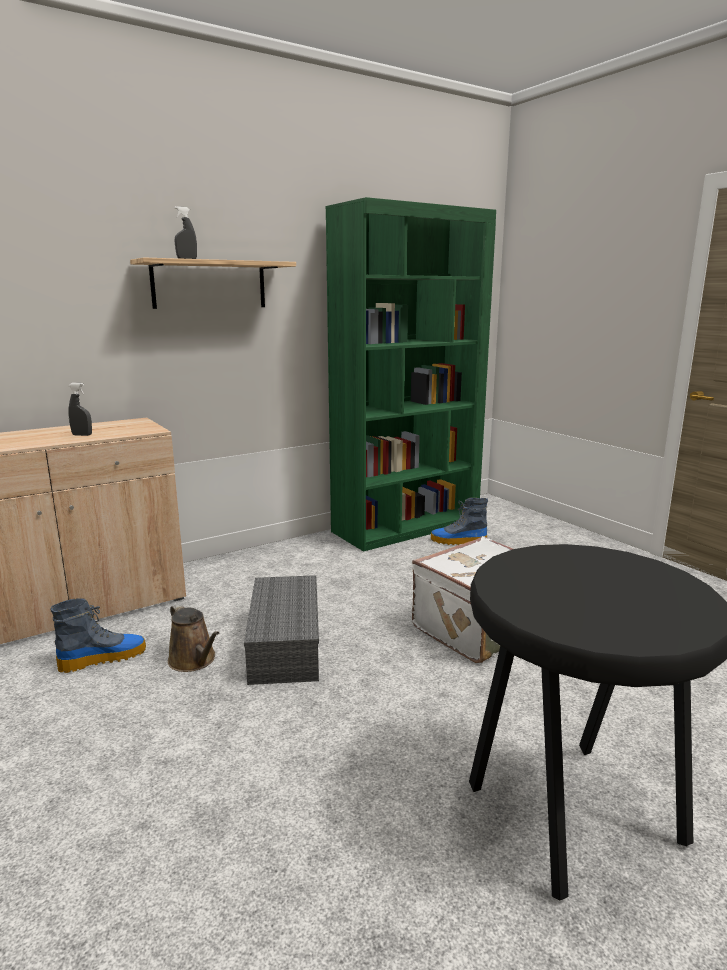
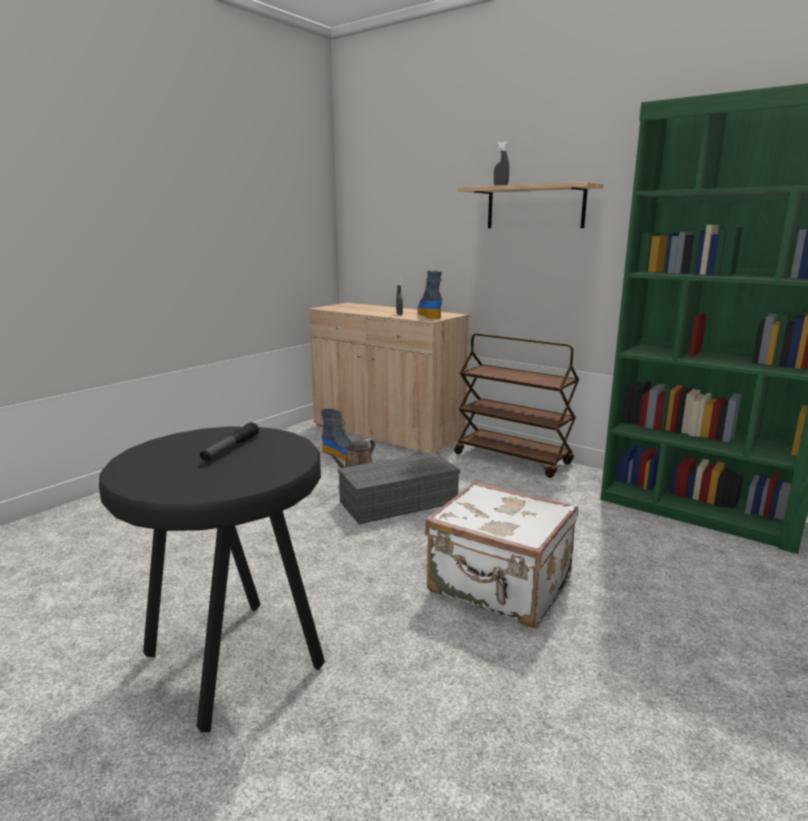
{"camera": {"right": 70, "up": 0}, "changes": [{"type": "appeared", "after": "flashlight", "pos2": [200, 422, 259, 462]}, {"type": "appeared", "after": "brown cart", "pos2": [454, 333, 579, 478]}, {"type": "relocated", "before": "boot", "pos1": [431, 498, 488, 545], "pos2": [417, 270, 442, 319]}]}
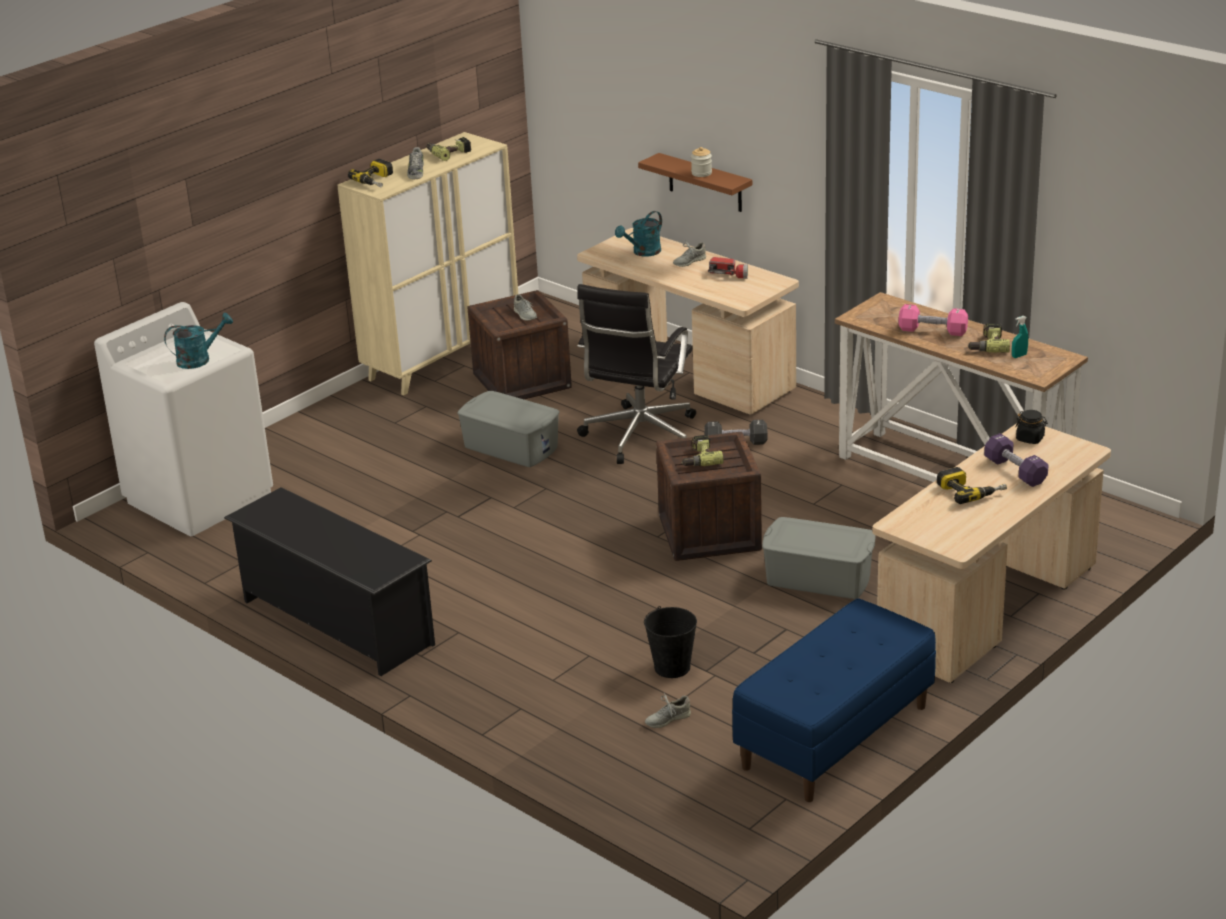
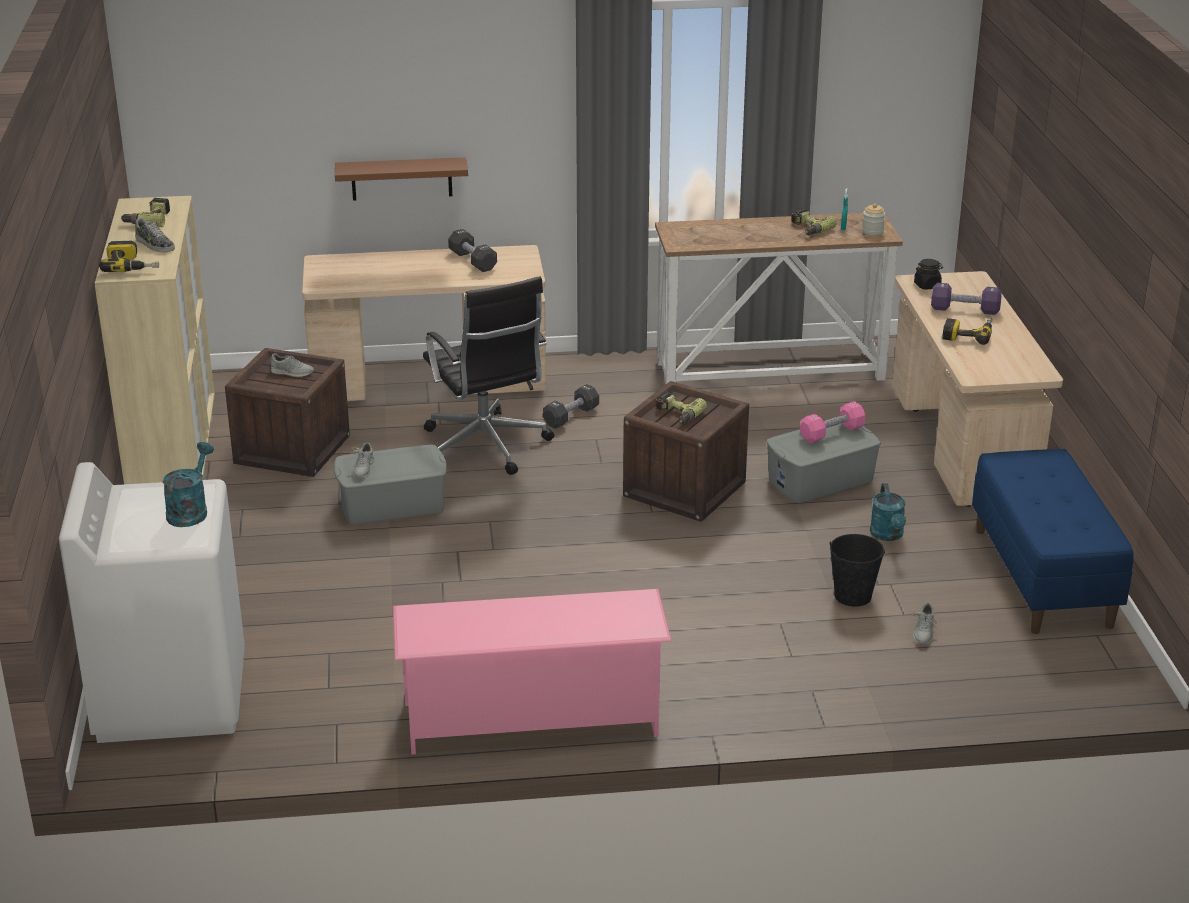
{"camera": {"right": -50, "up": 0}, "changes": [{"type": "relocated", "before": "blue-green watering can", "pos1": [615, 211, 662, 257], "pos2": [870, 483, 906, 541]}, {"type": "relocated", "before": "grey item of footwear", "pos1": [673, 240, 706, 267], "pos2": [351, 442, 374, 478]}, {"type": "relocated", "before": "jar", "pos1": [691, 147, 712, 177], "pos2": [862, 204, 885, 235]}, {"type": "relocated", "before": "pinkish free weight", "pos1": [898, 304, 968, 336], "pos2": [800, 401, 866, 443]}, {"type": "exchanged", "before": "flashlight", "after": "black-coloured free weight", "pos1": [708, 257, 748, 279], "pos2": [448, 229, 497, 272]}, {"type": "colour", "before": "black-coloured shoe shelf", "after": "pinkish shoe shelf", "pos1": [224, 487, 435, 676], "pos2": [393, 589, 672, 755]}]}
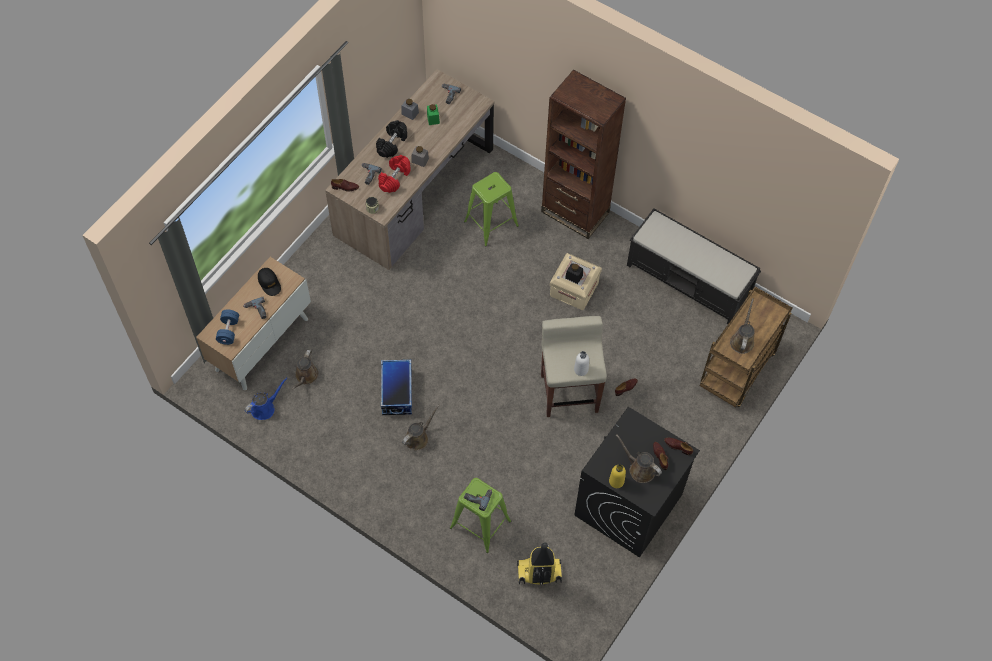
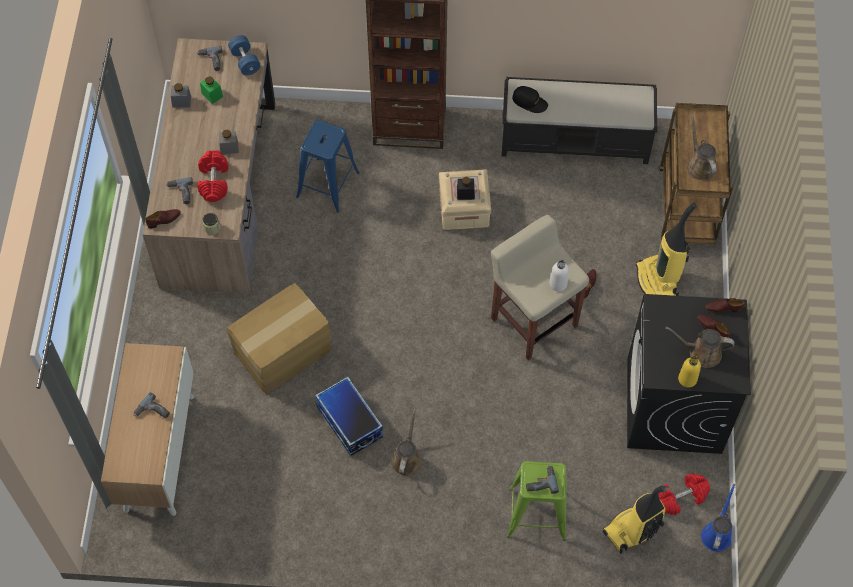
{"camera": {"right": -30, "up": 0}, "changes": [{"type": "missing", "before": "brown watering can", "pos1": [292, 350, 319, 390]}, {"type": "missing", "before": "black-coloured free weight", "pos1": [376, 120, 407, 158]}, {"type": "appeared", "after": "cardboard box", "pos2": [227, 283, 332, 394]}, {"type": "appeared", "after": "vacuum cleaner", "pos2": [636, 203, 697, 296]}, {"type": "appeared", "after": "red free weight", "pos2": [659, 474, 710, 515]}, {"type": "relocated", "before": "blue free weight", "pos1": [216, 310, 239, 345], "pos2": [228, 35, 260, 75]}, {"type": "relocated", "before": "blue watering can", "pos1": [245, 378, 287, 420], "pos2": [701, 484, 735, 552]}, {"type": "relocated", "before": "black-coloured peaked cap", "pos1": [258, 268, 281, 296], "pos2": [512, 86, 548, 113]}, {"type": "colour", "before": "green stool seat", "after": "blue stool seat", "pos1": [464, 172, 519, 247], "pos2": [296, 120, 360, 213]}]}
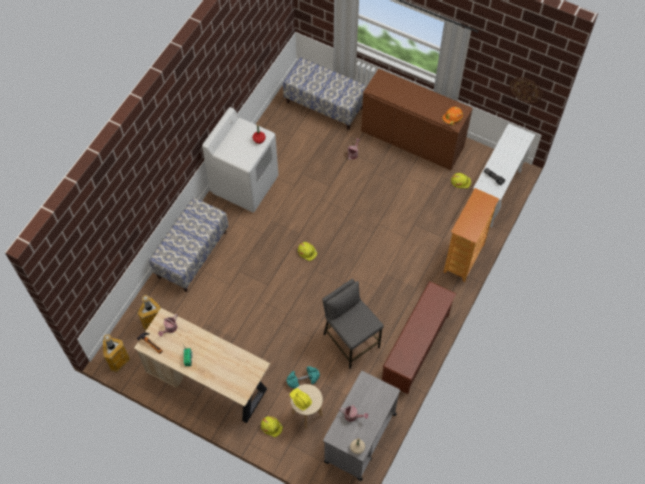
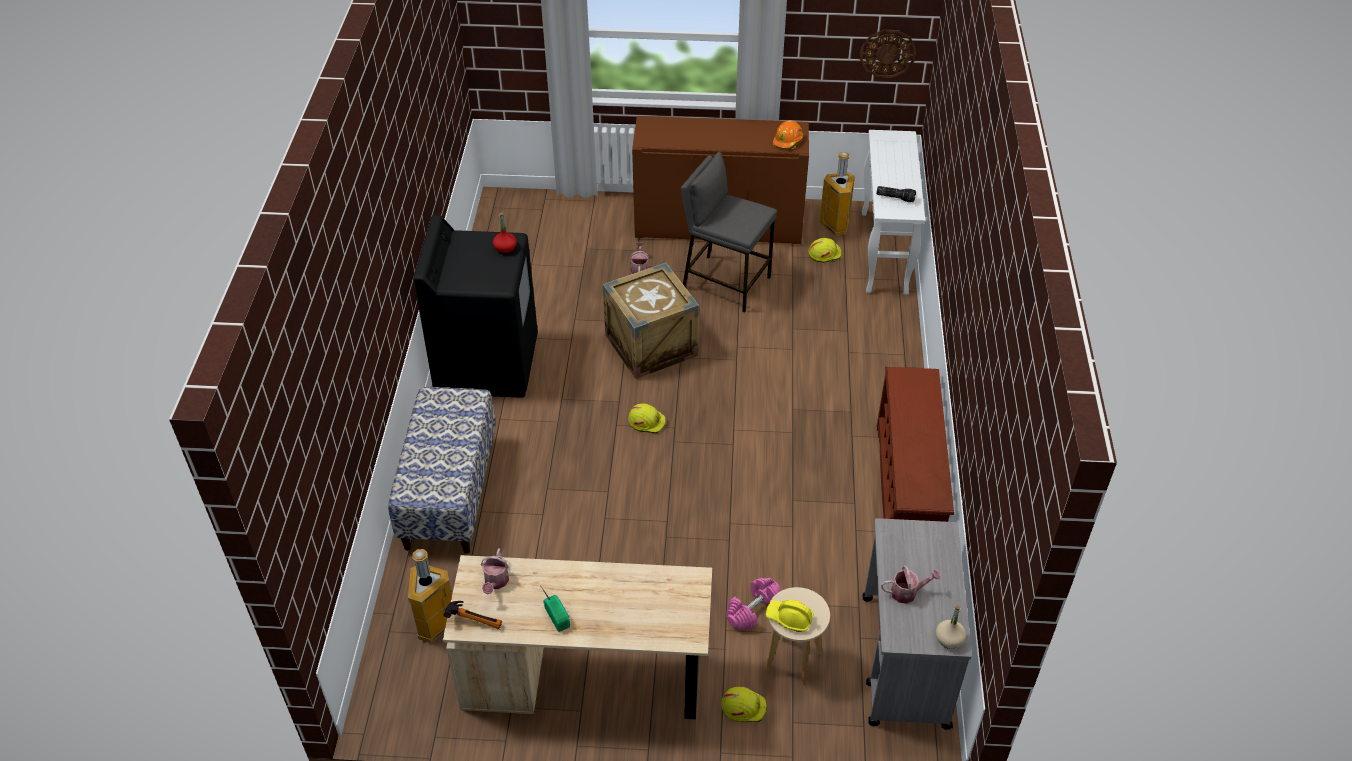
{"camera": {"right": -25, "up": -15}, "changes": [{"type": "missing", "before": "indoor bench", "pos1": [283, 57, 367, 130]}, {"type": "missing", "before": "bookcase", "pos1": [443, 188, 499, 282]}, {"type": "appeared", "after": "packing crate", "pos2": [603, 263, 699, 379]}, {"type": "relocated", "before": "trash can", "pos1": [103, 334, 130, 373], "pos2": [820, 152, 855, 236]}, {"type": "relocated", "before": "grey stool seat", "pos1": [322, 279, 384, 369], "pos2": [681, 152, 777, 313]}, {"type": "colour", "before": "white-coloured washing machine", "after": "black-coloured washing machine", "pos1": [202, 107, 278, 212], "pos2": [413, 215, 538, 398]}, {"type": "colour", "before": "blue-green free weight", "after": "pinkish free weight", "pos1": [286, 366, 320, 389], "pos2": [726, 578, 781, 630]}]}
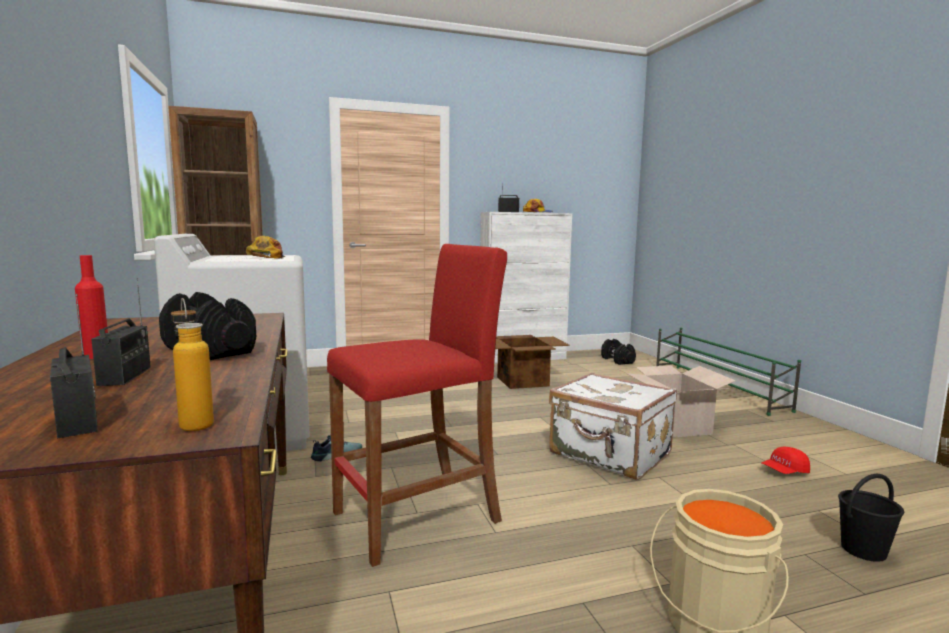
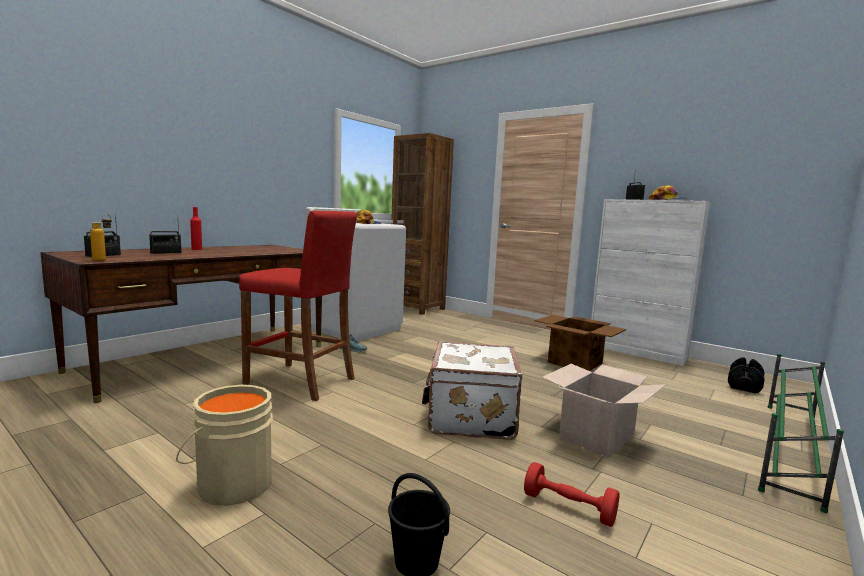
{"camera": {"right": 55, "up": 0}, "changes": [{"type": "missing", "before": "black-coloured free weight", "pos1": [159, 292, 256, 360]}, {"type": "exchanged", "before": "red peaked cap", "after": "red free weight", "pos1": [762, 447, 810, 474], "pos2": [524, 462, 619, 527]}]}
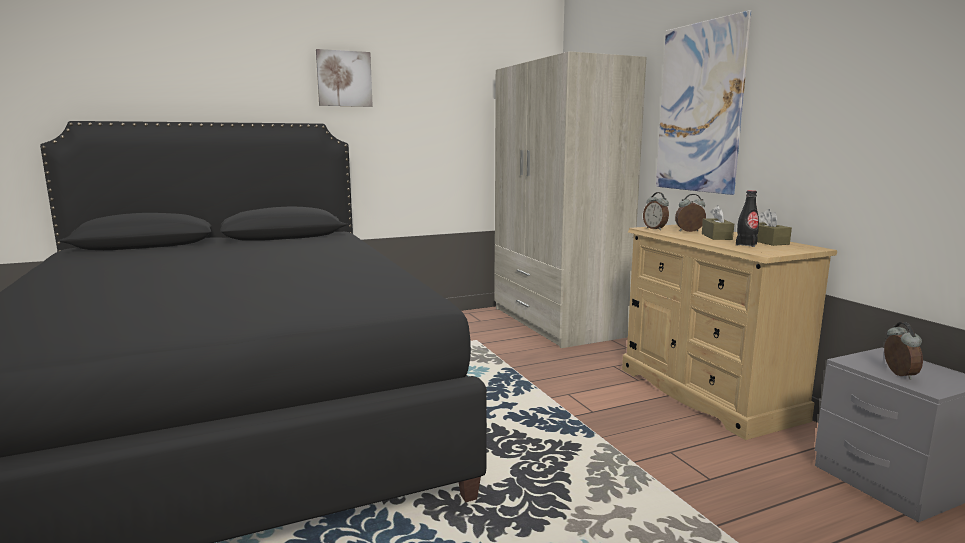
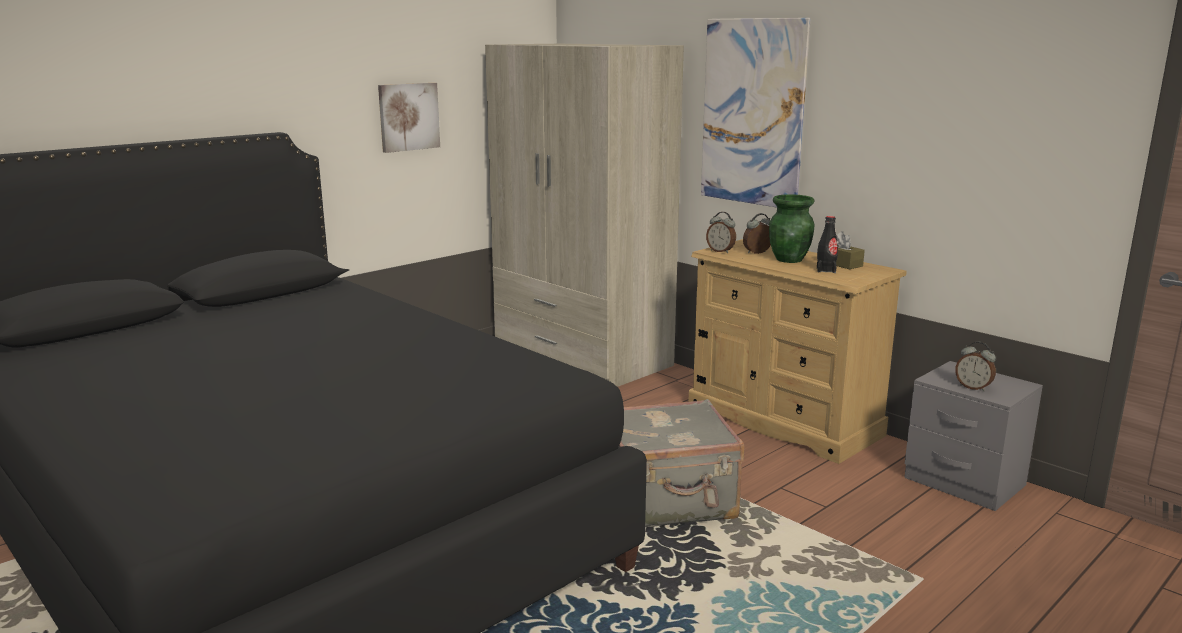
{"camera": {"right": -20, "up": 5}, "changes": [{"type": "appeared", "after": "grey suitcase", "pos2": [618, 399, 745, 527]}, {"type": "relocated", "before": "wall picture", "pos1": [316, 49, 373, 107], "pos2": [378, 83, 440, 153]}, {"type": "exchanged", "before": "brown box of tissues", "after": "green flower vase", "pos1": [702, 205, 734, 240], "pos2": [769, 194, 815, 263]}, {"type": "spun", "before": "table clock", "pos1": [884, 322, 923, 380], "pos2": [955, 342, 996, 391], "turn": 150}]}
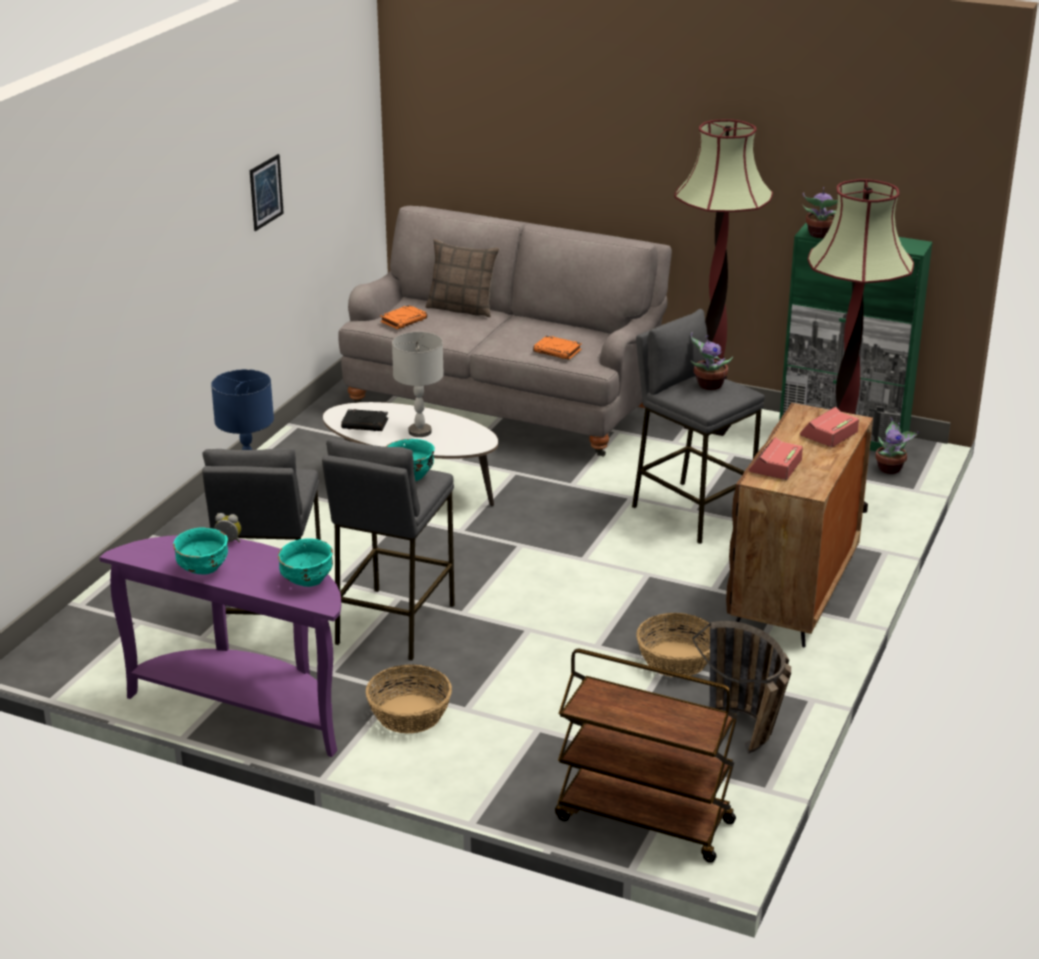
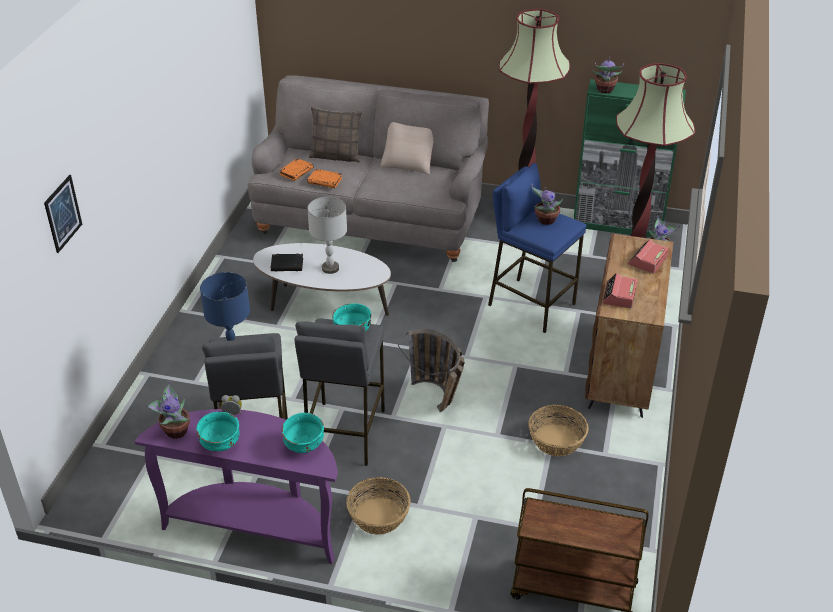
{"camera": {"right": -10, "up": 10}, "changes": [{"type": "appeared", "after": "plant in a pot", "pos2": [146, 381, 190, 439]}, {"type": "appeared", "after": "beige pillow", "pos2": [381, 122, 433, 175]}, {"type": "relocated", "before": "wall picture", "pos1": [250, 154, 284, 231], "pos2": [44, 175, 82, 253]}, {"type": "relocated", "before": "orangey volume", "pos1": [533, 335, 582, 360], "pos2": [307, 169, 342, 188]}, {"type": "relocated", "before": "household basket", "pos1": [693, 621, 791, 754], "pos2": [398, 329, 465, 412]}, {"type": "colour", "before": "grey stool seat", "after": "blue stool seat", "pos1": [632, 309, 765, 544], "pos2": [488, 163, 587, 333]}]}
